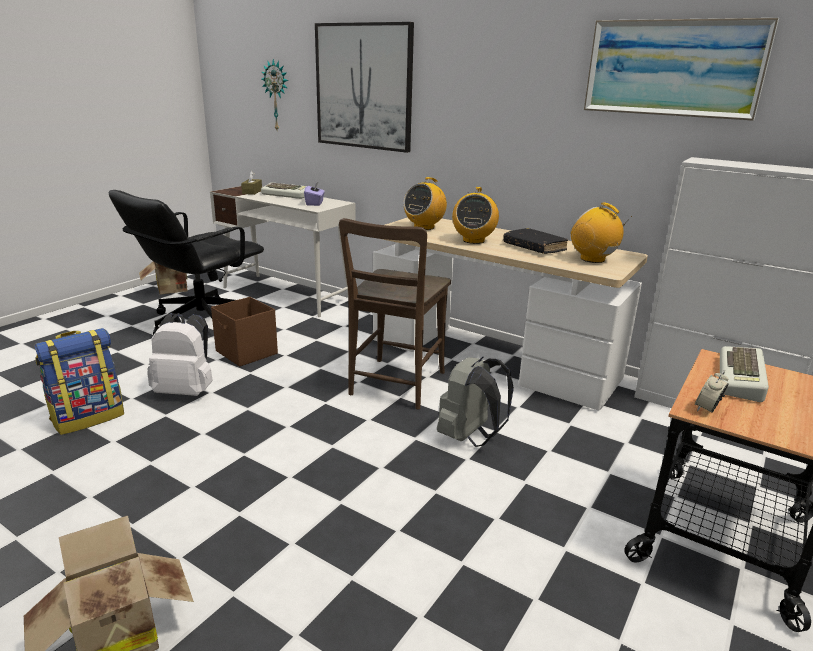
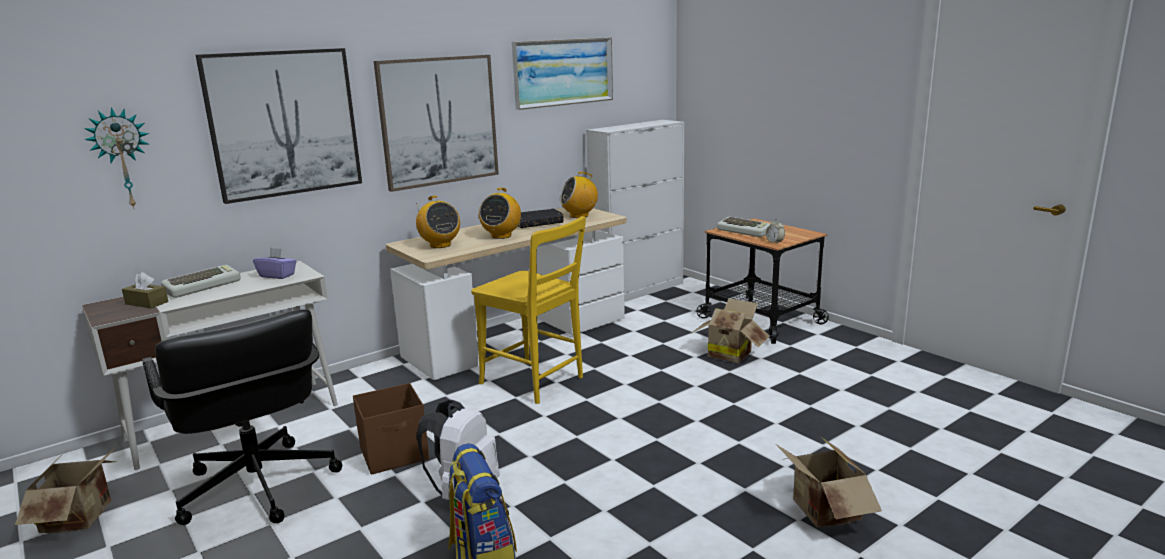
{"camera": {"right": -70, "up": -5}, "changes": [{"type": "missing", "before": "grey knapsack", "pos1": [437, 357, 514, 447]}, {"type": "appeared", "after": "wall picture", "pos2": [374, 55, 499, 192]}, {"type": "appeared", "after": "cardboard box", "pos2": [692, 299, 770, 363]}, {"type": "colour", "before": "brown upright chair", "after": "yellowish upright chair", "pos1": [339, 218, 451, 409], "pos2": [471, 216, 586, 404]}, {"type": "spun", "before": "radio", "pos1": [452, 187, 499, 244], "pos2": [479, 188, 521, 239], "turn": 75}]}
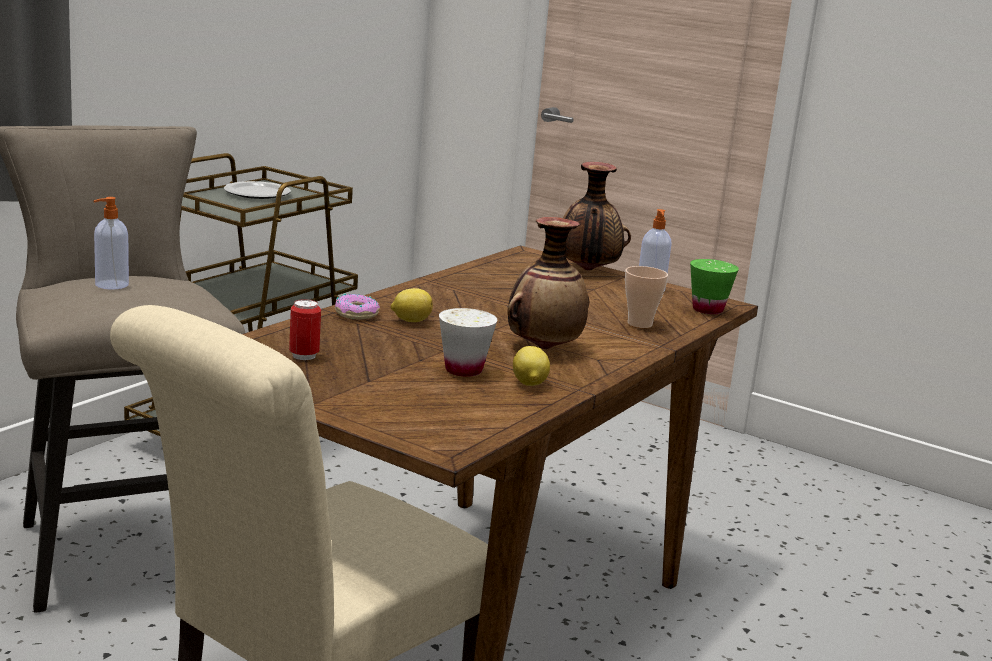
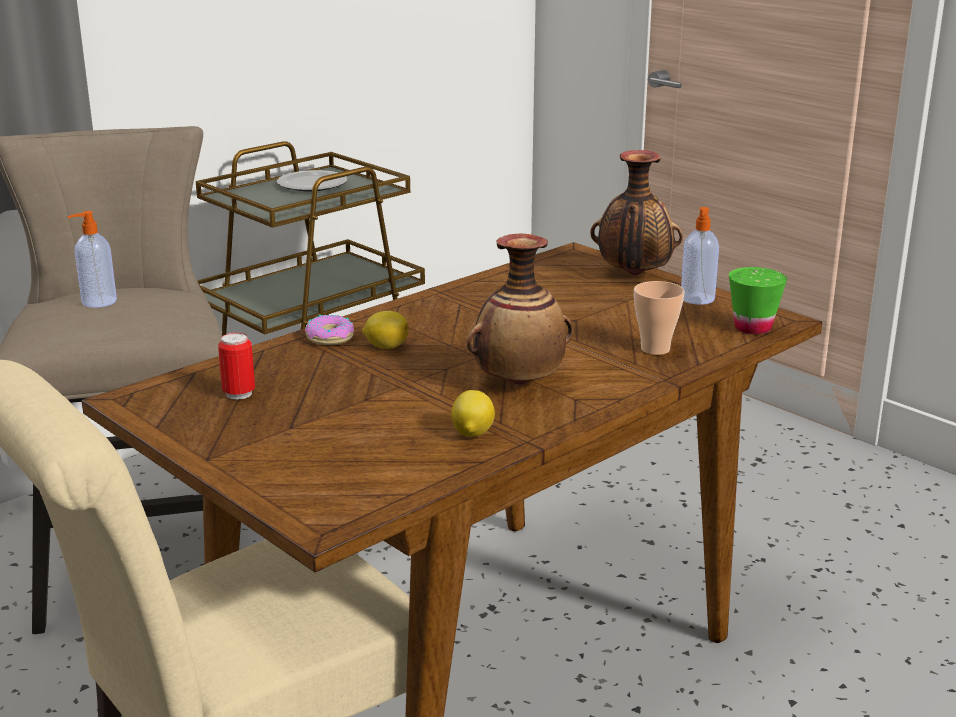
{"camera": {"right": 15, "up": 5}, "changes": [{"type": "missing", "before": "white-coloured drinking cup", "pos1": [439, 308, 497, 377]}]}
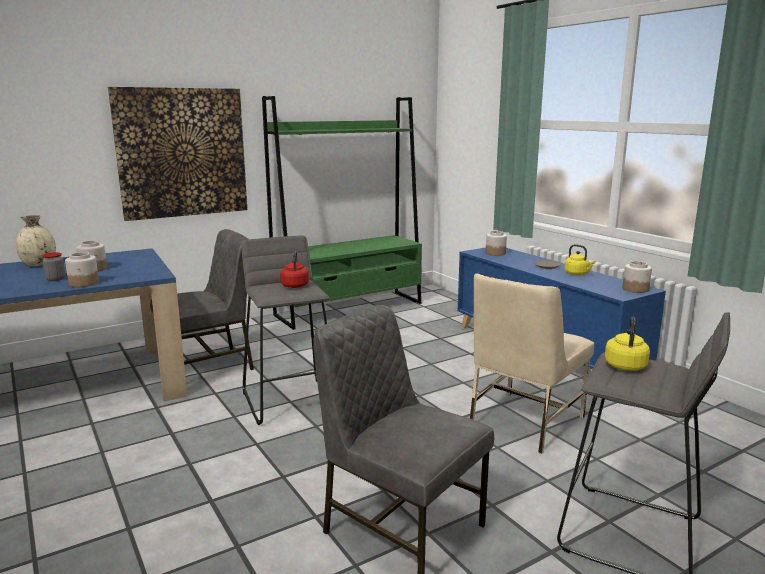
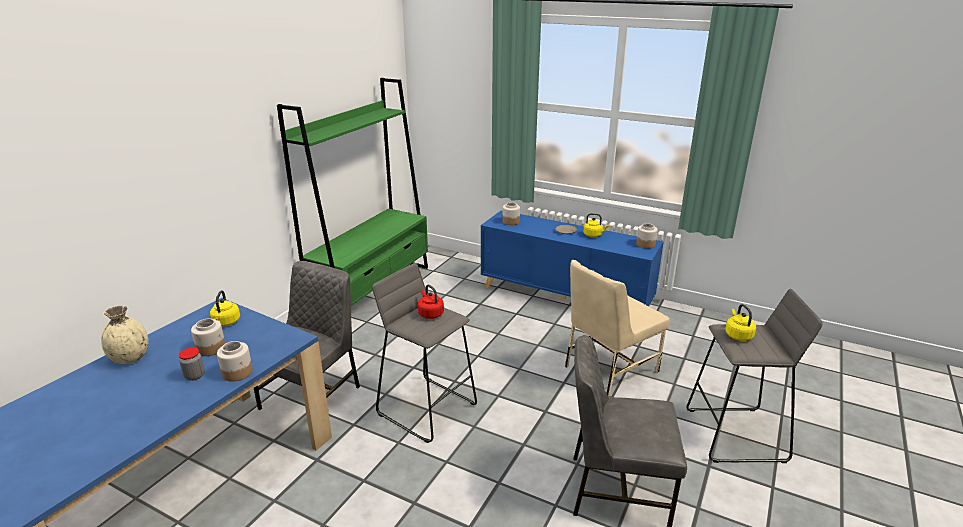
{"camera": {"right": -30, "up": 10}, "changes": [{"type": "missing", "before": "wall picture", "pos1": [108, 87, 247, 221]}, {"type": "appeared", "after": "yellowish kettle", "pos2": [210, 290, 240, 326]}, {"type": "spun", "before": "beige upright chair", "pos1": [470, 274, 594, 454], "pos2": [565, 260, 669, 396], "turn": 45}]}
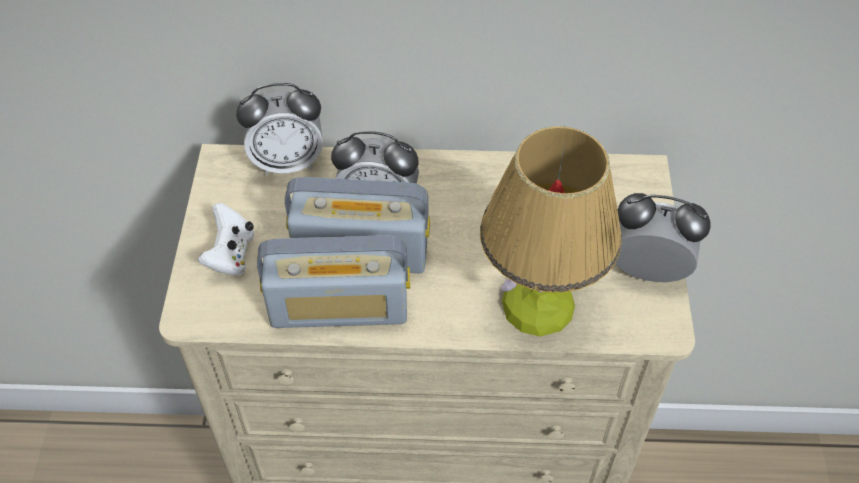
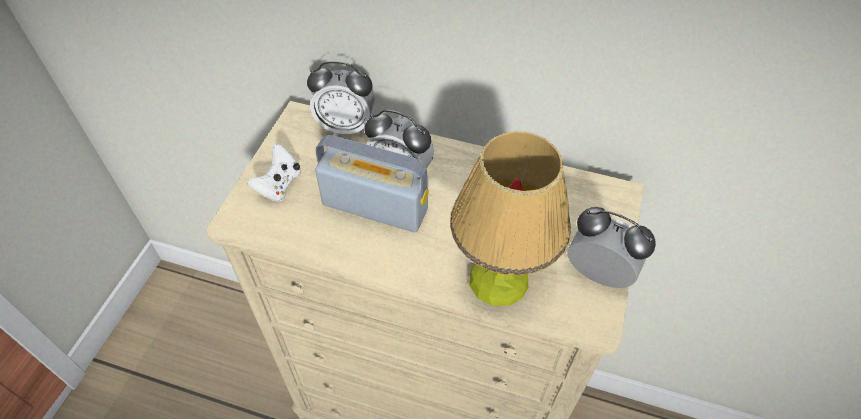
{"camera": {"right": 15, "up": 0}, "changes": [{"type": "missing", "before": "radio", "pos1": [257, 235, 410, 328]}]}
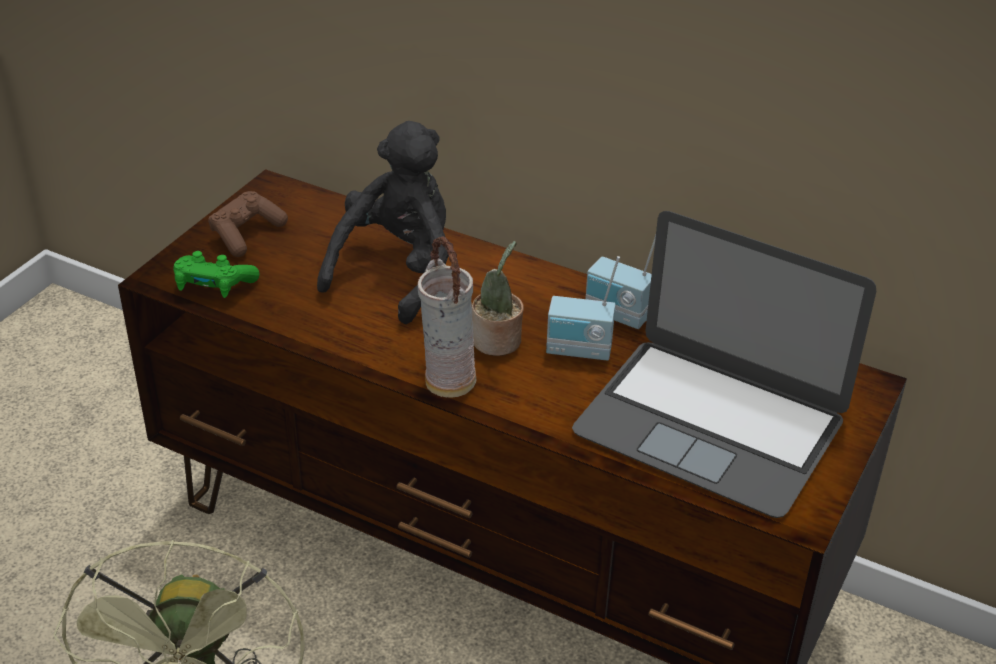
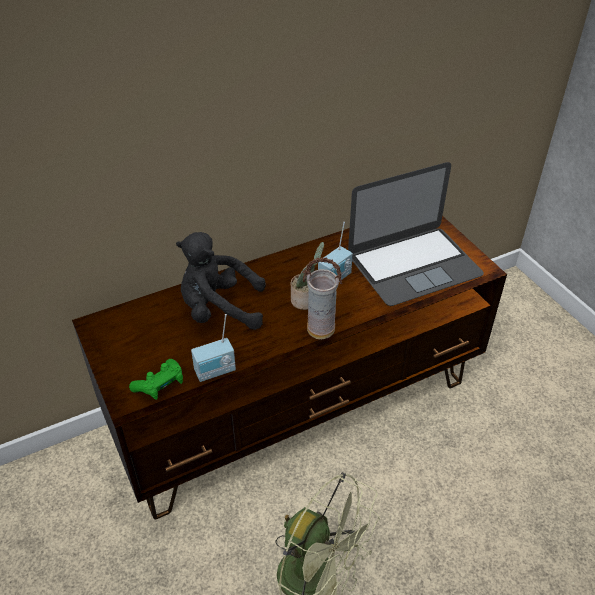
{"camera": {"right": -55, "up": 5}, "changes": [{"type": "missing", "before": "brown gamepad", "pos1": [208, 191, 288, 257]}, {"type": "relocated", "before": "radio", "pos1": [586, 235, 656, 329], "pos2": [191, 314, 236, 382]}, {"type": "spun", "before": "black-coloured plush toy", "pos1": [317, 121, 449, 324], "pos2": [176, 232, 266, 330], "turn": -60}]}
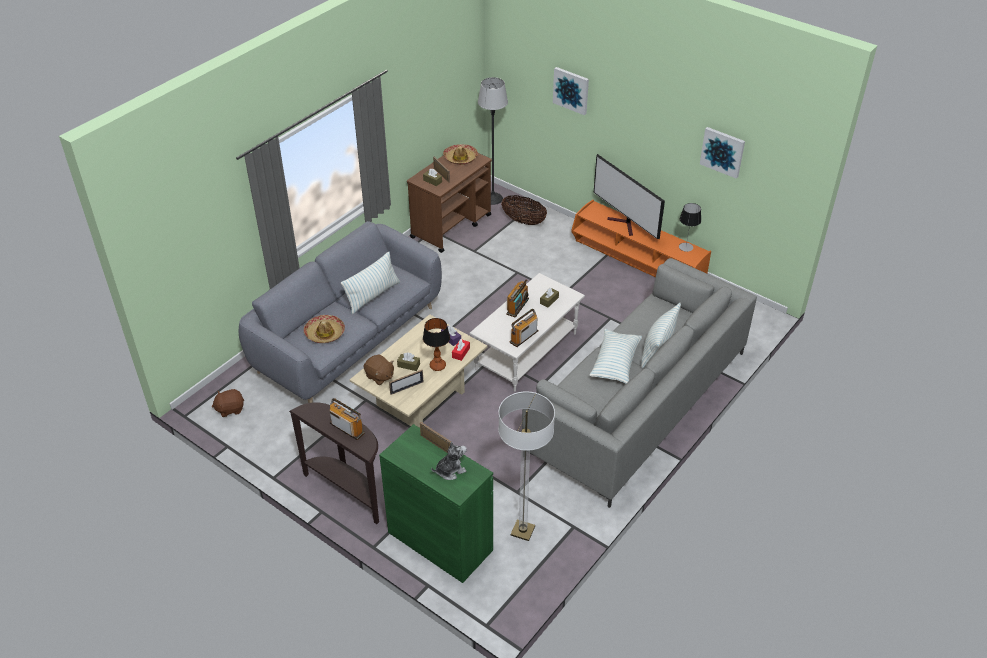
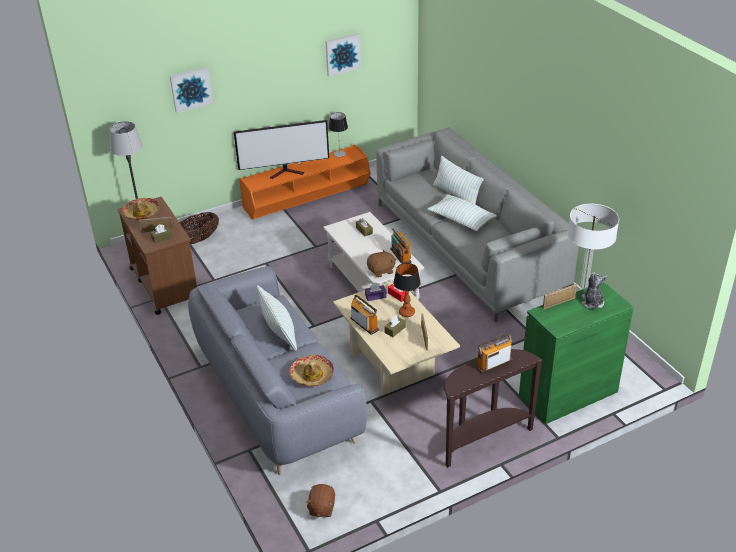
{"camera": {"right": -65, "up": -5}, "changes": [{"type": "relocated", "before": "brown plush toy", "pos1": [363, 354, 394, 385], "pos2": [367, 249, 396, 277]}, {"type": "relocated", "before": "radio", "pos1": [506, 279, 529, 317], "pos2": [350, 295, 379, 335]}]}
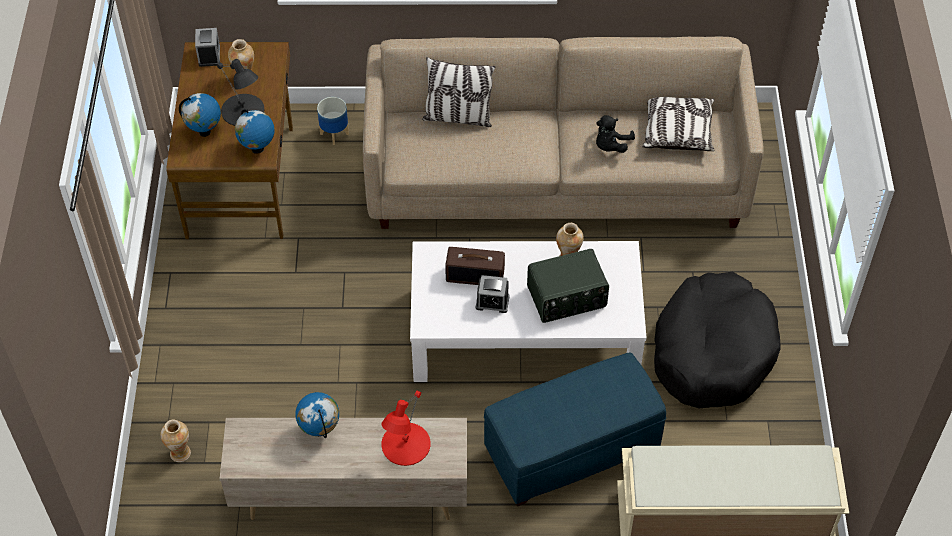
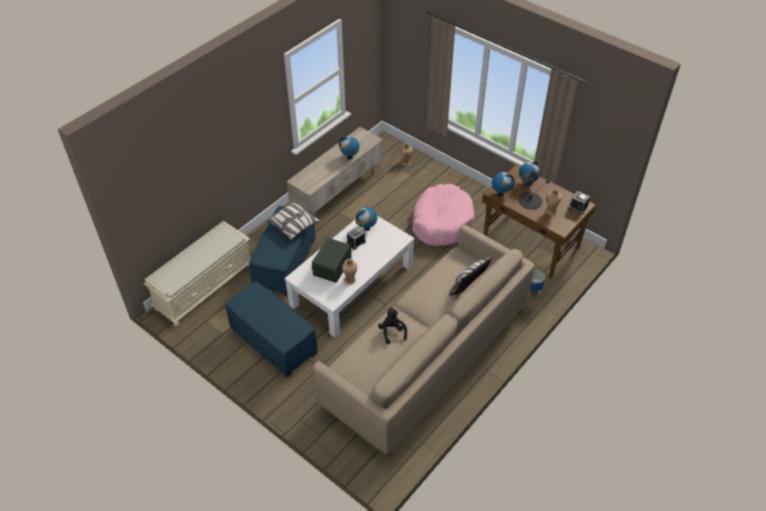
{"camera": {"right": 130, "up": -5}, "changes": [{"type": "missing", "before": "red table lamp", "pos1": [381, 391, 431, 466]}, {"type": "missing", "before": "radio", "pos1": [445, 247, 505, 285]}, {"type": "appeared", "after": "desk globe", "pos2": [356, 207, 377, 231]}, {"type": "appeared", "after": "pinkish dog cushion", "pos2": [413, 183, 475, 246]}, {"type": "relocated", "before": "pillow", "pos1": [642, 97, 715, 151], "pos2": [266, 201, 320, 240]}, {"type": "exchanged", "before": "black-coloured dog cushion", "after": "blue footrest", "pos1": [654, 272, 781, 408], "pos2": [226, 281, 318, 378]}]}
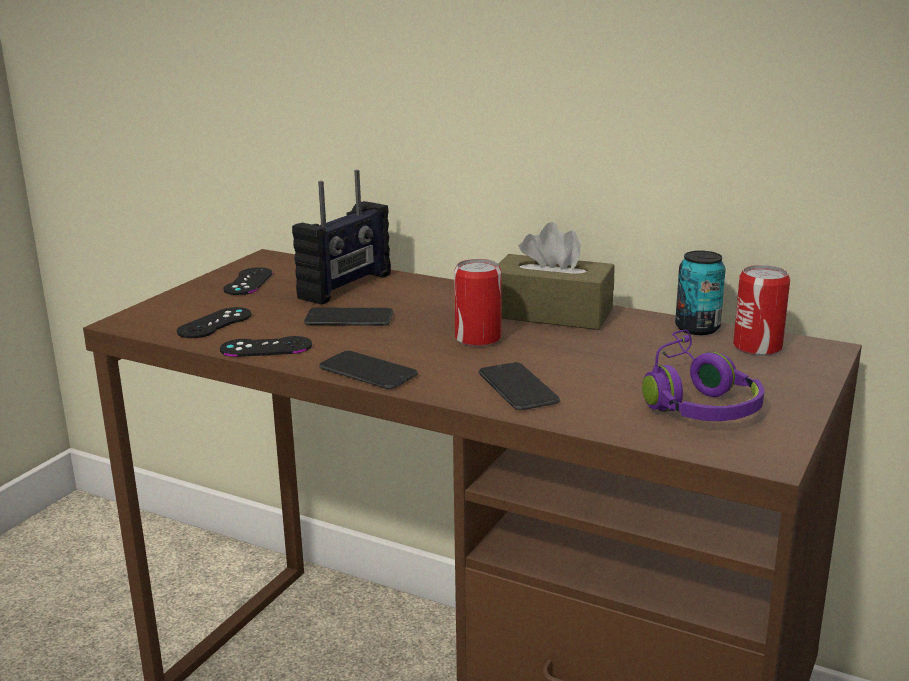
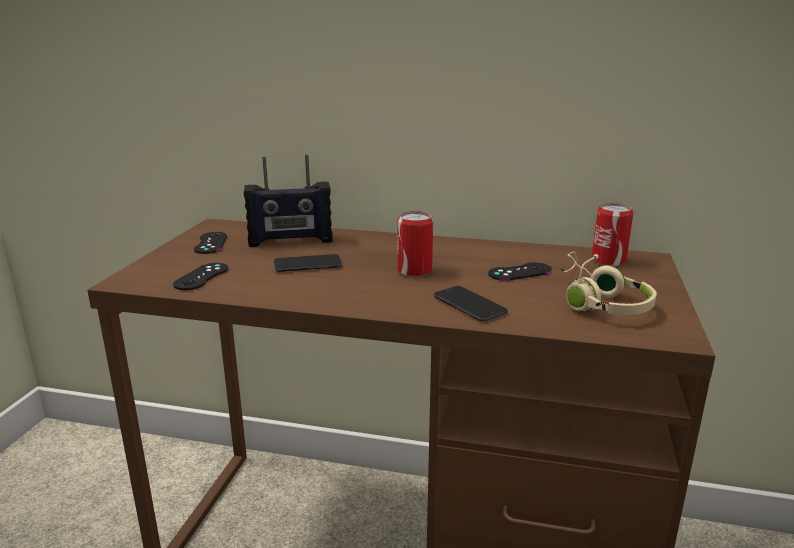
{"camera": {"right": -15, "up": 0}, "changes": [{"type": "missing", "before": "phone", "pos1": [319, 351, 418, 389]}, {"type": "missing", "before": "brown box of tissues", "pos1": [499, 222, 615, 330]}, {"type": "missing", "before": "sealed can", "pos1": [675, 251, 726, 335]}, {"type": "relocated", "before": "black-coloured gamepad", "pos1": [220, 336, 312, 357], "pos2": [488, 262, 552, 281]}, {"type": "colour", "before": "purple-coloured headset", "after": "beige headset", "pos1": [642, 330, 764, 421], "pos2": [560, 251, 657, 315]}, {"type": "spun", "before": "radio", "pos1": [292, 170, 391, 305], "pos2": [244, 155, 333, 247], "turn": 60}]}
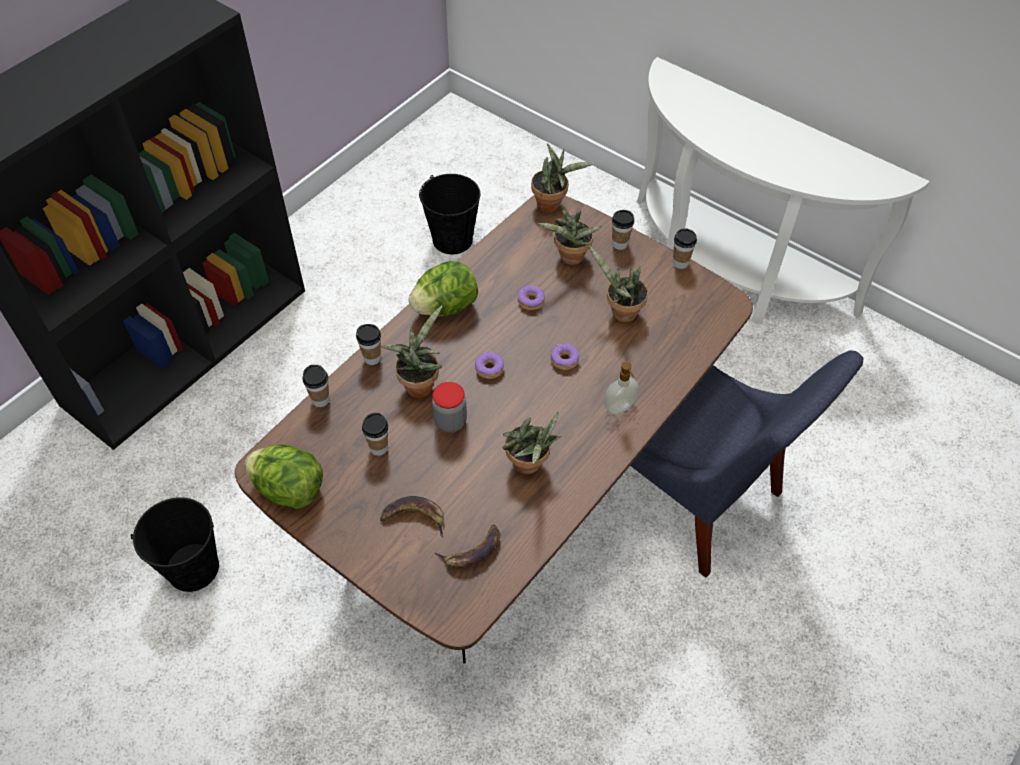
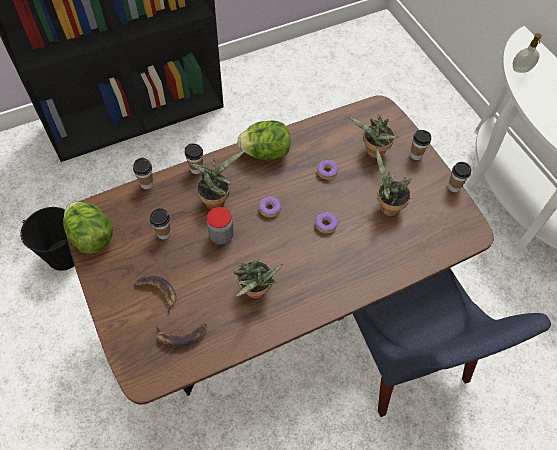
{"camera": {"right": 25, "up": 5}, "changes": [{"type": "missing", "before": "black-coloured pail", "pos1": [419, 174, 480, 254]}, {"type": "missing", "before": "plant in a pot", "pos1": [531, 143, 594, 212]}, {"type": "relocated", "before": "soap dispenser", "pos1": [604, 361, 639, 414], "pos2": [513, 33, 542, 73]}]}
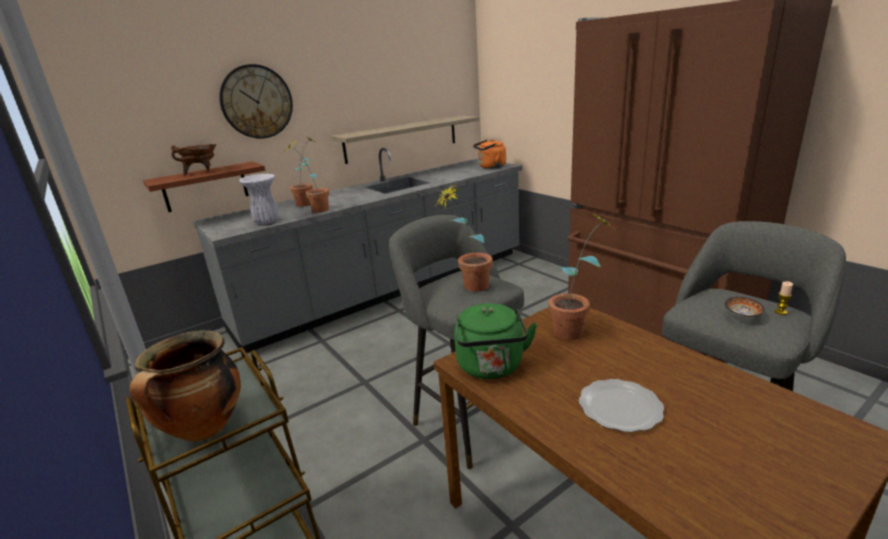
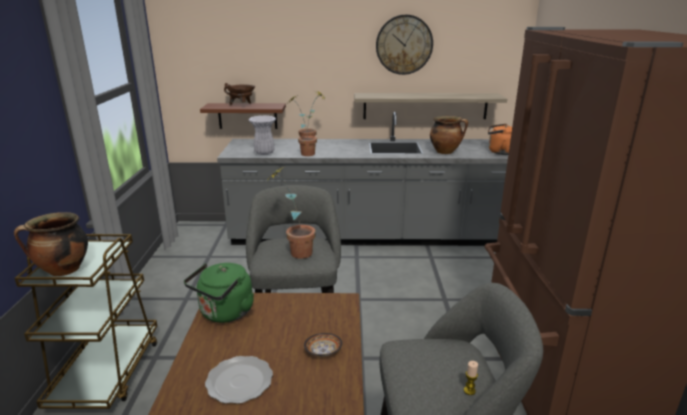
{"camera": {"right": 35, "up": 0}, "changes": [{"type": "missing", "before": "plant in a pot", "pos1": [548, 212, 615, 340]}, {"type": "appeared", "after": "cooking pot", "pos2": [430, 116, 468, 154]}, {"type": "relocated", "before": "hanging clock", "pos1": [219, 64, 293, 139], "pos2": [376, 15, 433, 75]}, {"type": "relocated", "before": "bowl", "pos1": [725, 297, 765, 319], "pos2": [304, 333, 342, 356]}]}
